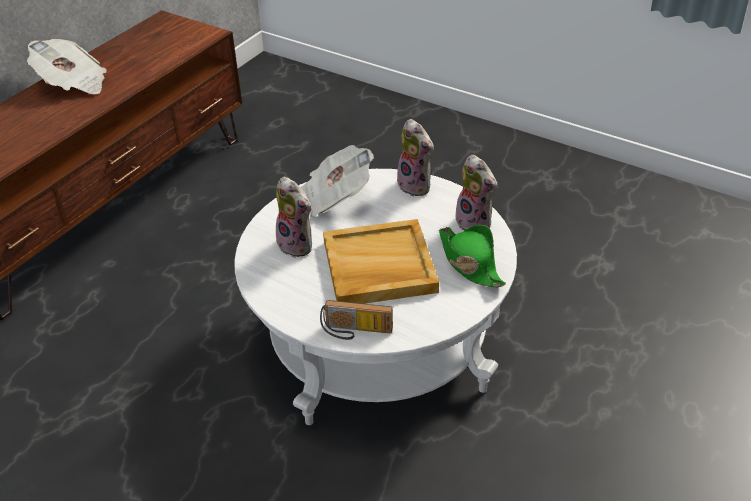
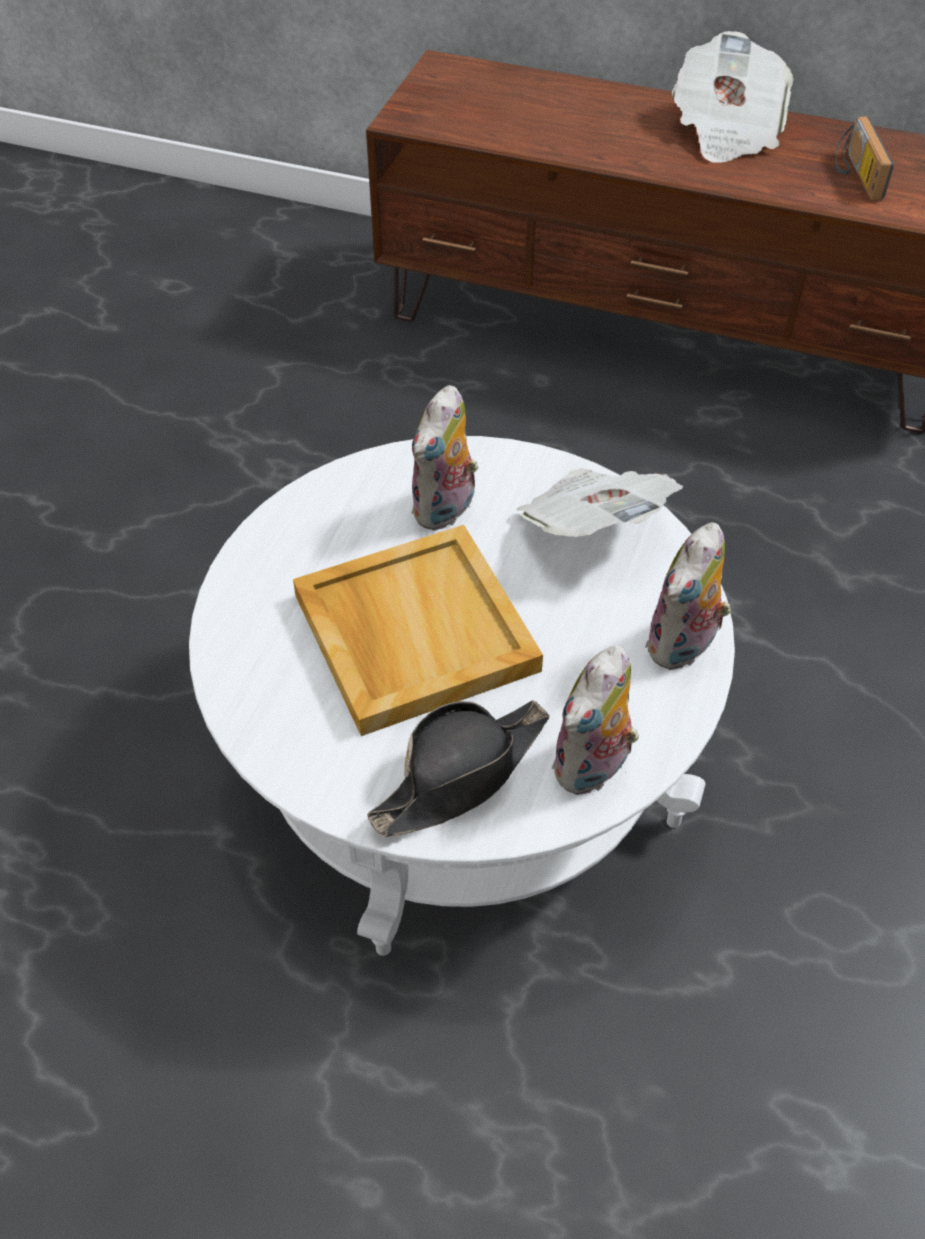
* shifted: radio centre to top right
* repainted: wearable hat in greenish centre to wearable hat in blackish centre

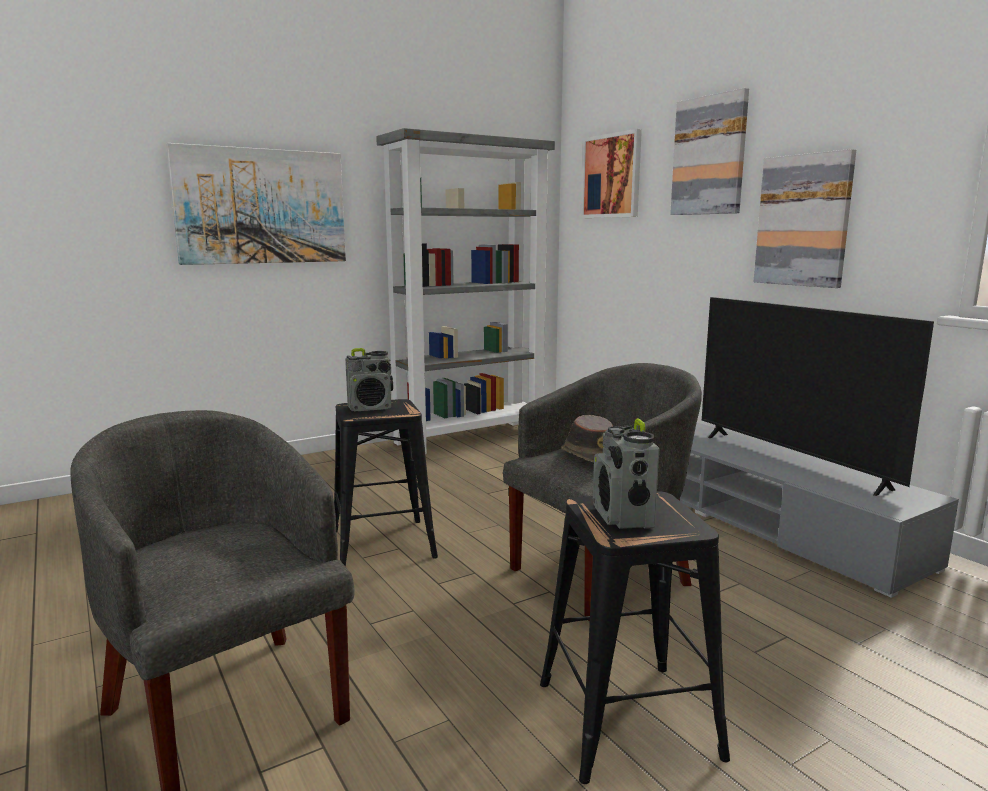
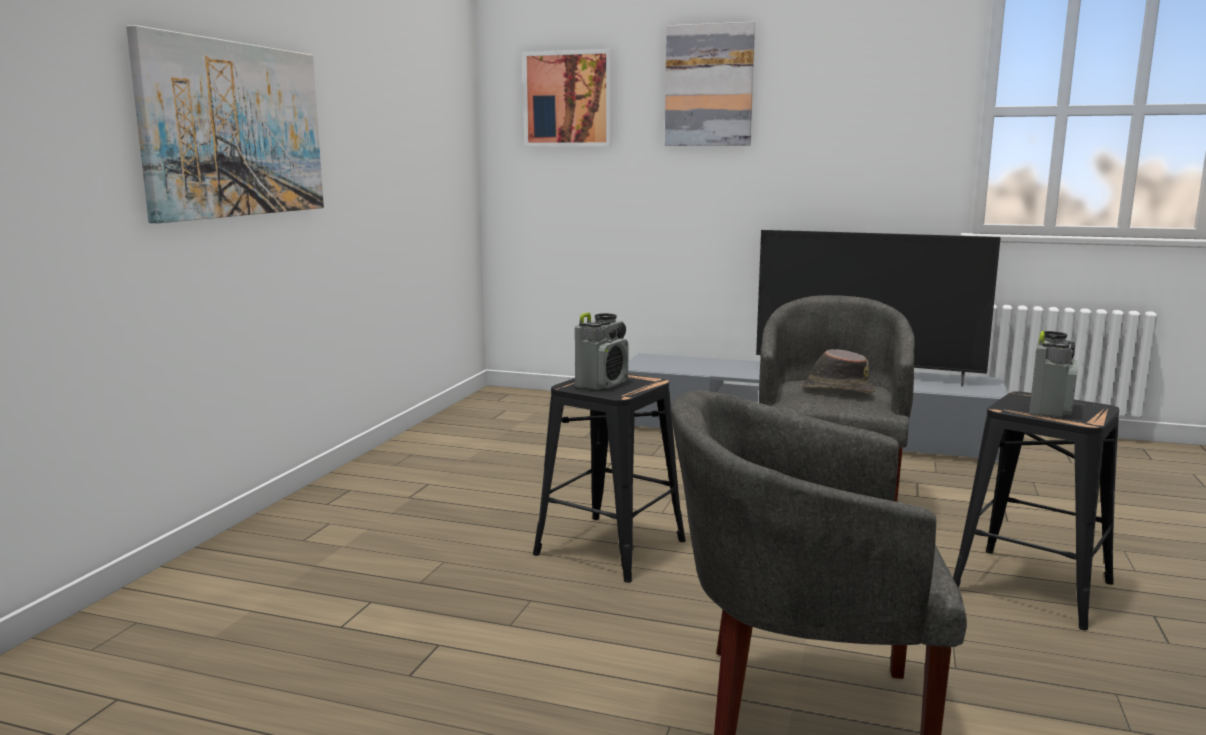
* gone: bookshelf in gray centre
* gone: wall art (no. 4 from left) top right
* rotated: radio (no. 2 from left) centre = middle right 105 degrees counterclockwise

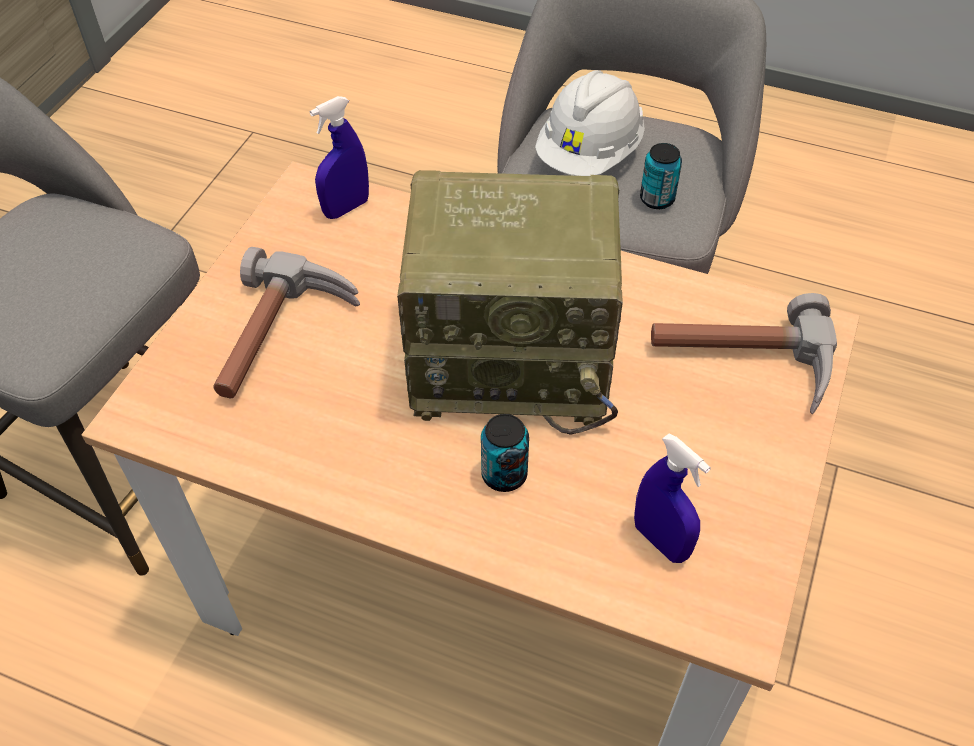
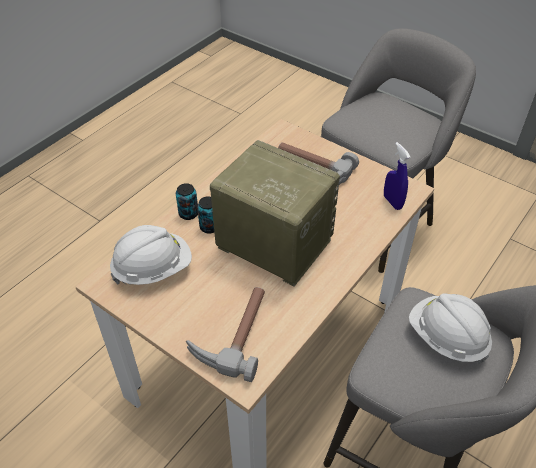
* shifted: sealed can (no. 2 from left in the first image) top right to sealed can (no. 1 from left) centre
* swapped: spray bottle in blue (no. 2 from left) bottom right to work helmet in white-coloured (no. 1 from left) middle left
* rotated: radio centre = centre 105 degrees clockwise

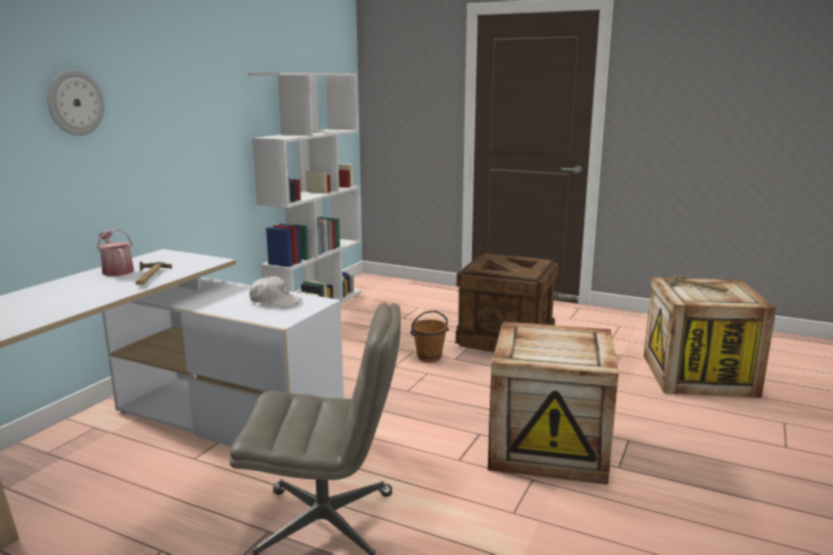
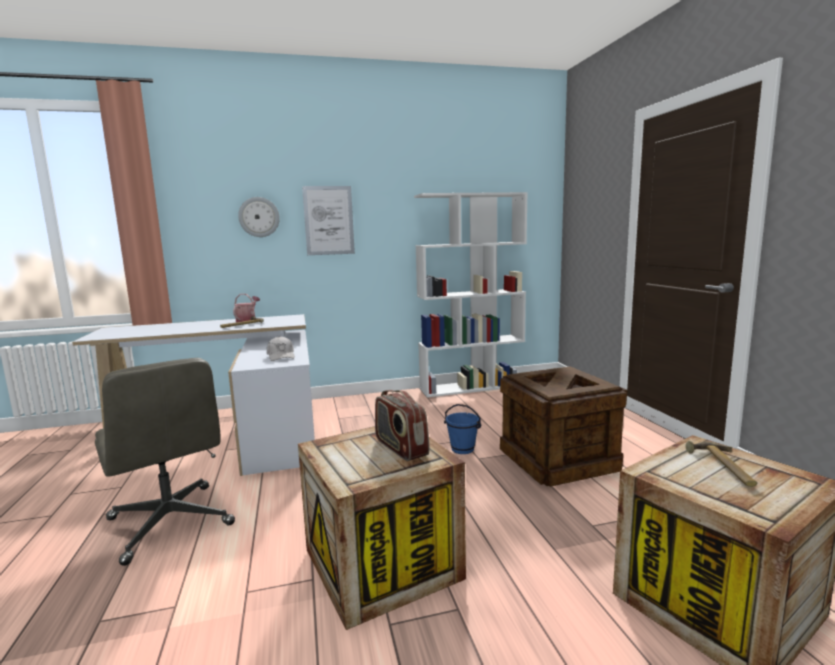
* new: wall art top centre
* new: radio centre
* repainted: bucket in brown centre to bucket in blue centre

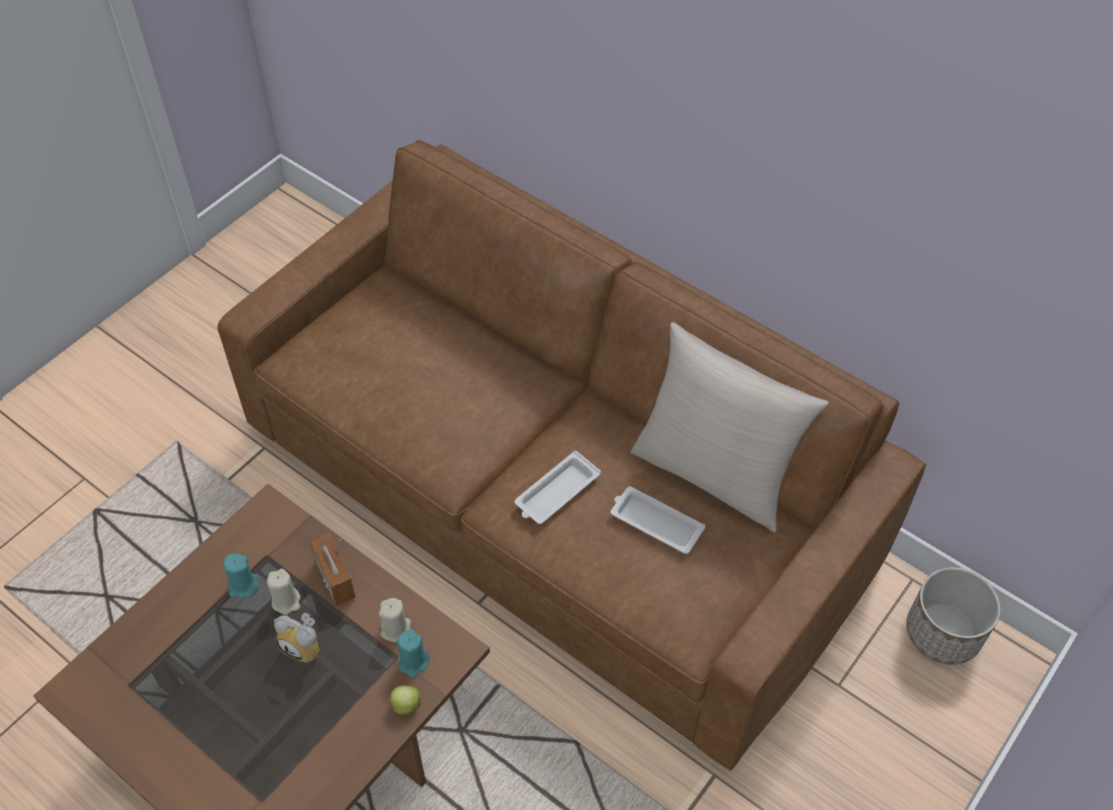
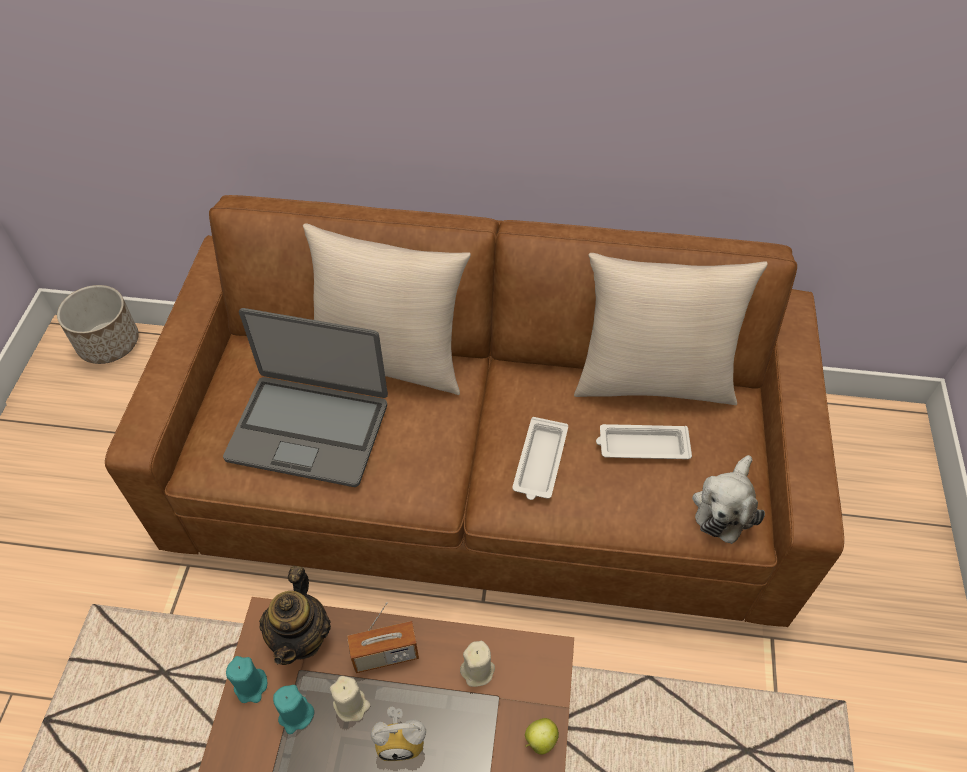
* new: laptop middle left
* new: pot for tea bottom left
* new: cushion in sand-coloured (no. 1 from left) centre
* new: cuddly toy middle right
* shifted: wax candle in blue-green (no. 2 from left in the first image) bottom centre to wax candle in blue-green (no. 1 from left) bottom left
* shifted: planter bottom right to middle left
* rotated: radio bottom left = bottom centre 45 degrees counterclockwise

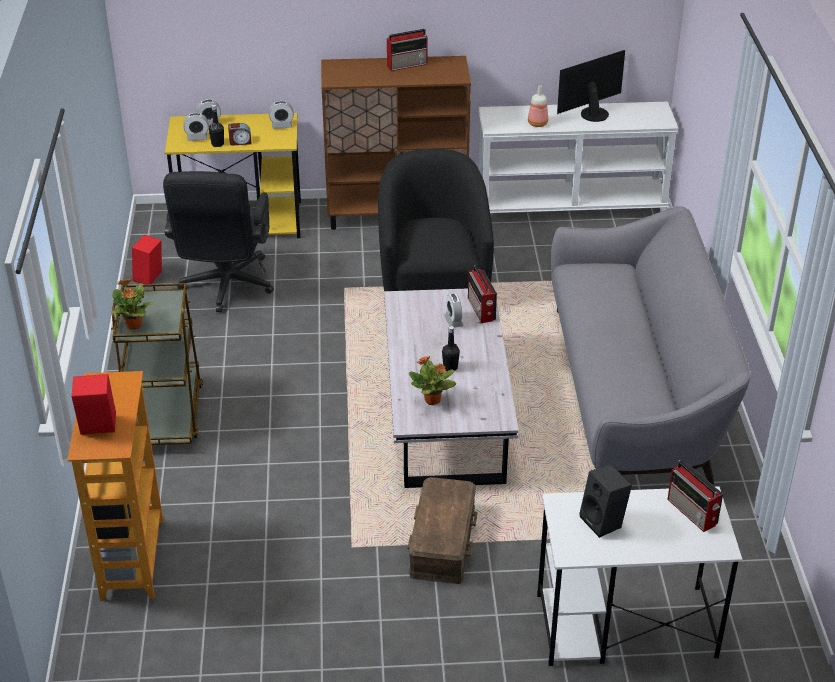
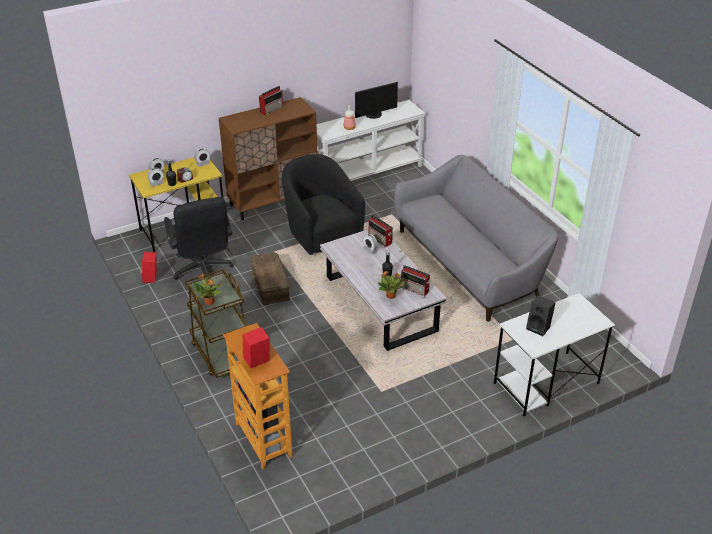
* shifted: storage box in brown bottom centre to centre
* shifted: radio (no. 3 from left) bottom right to centre
* rotated: monitor top right = top centre 150 degrees counterclockwise

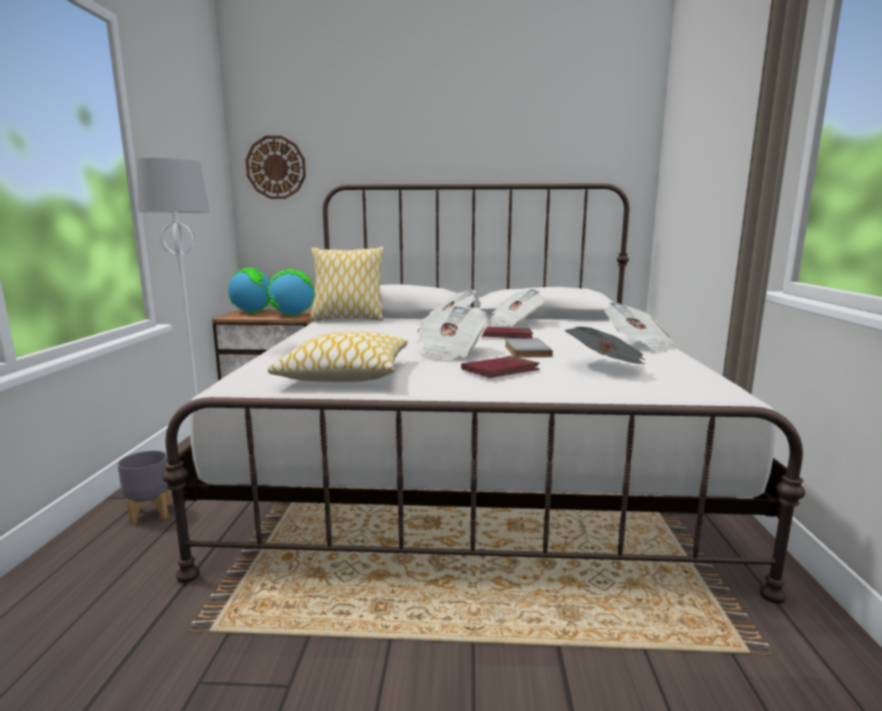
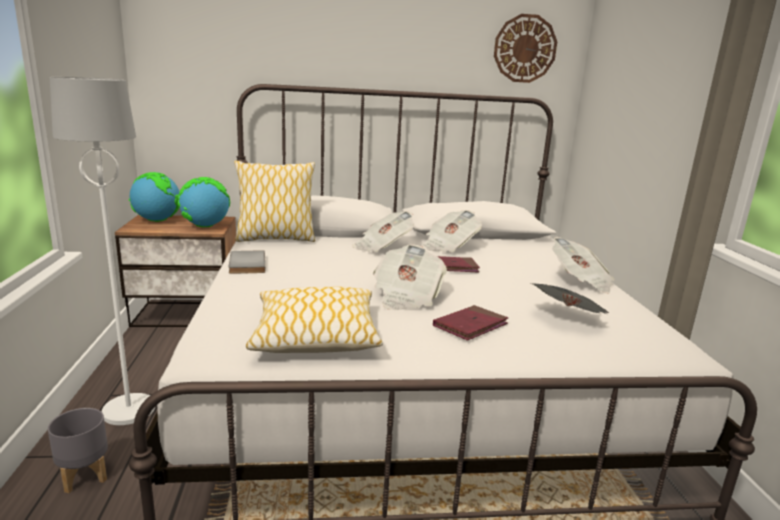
* shifted: wall clock top left to top right
* shifted: bound book in gray centre to middle left

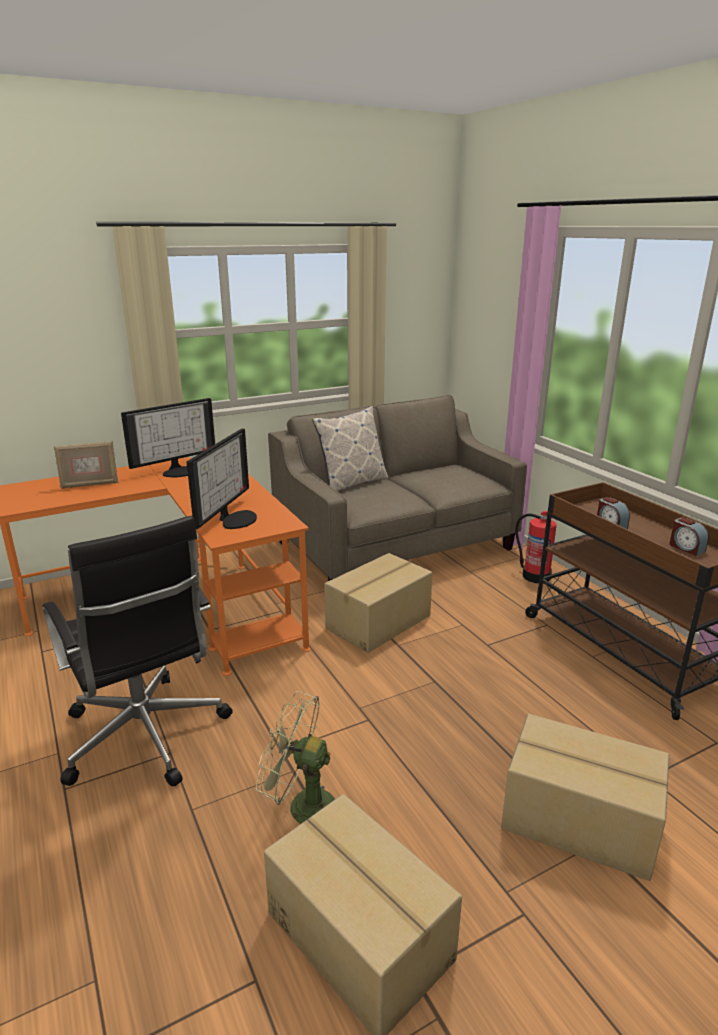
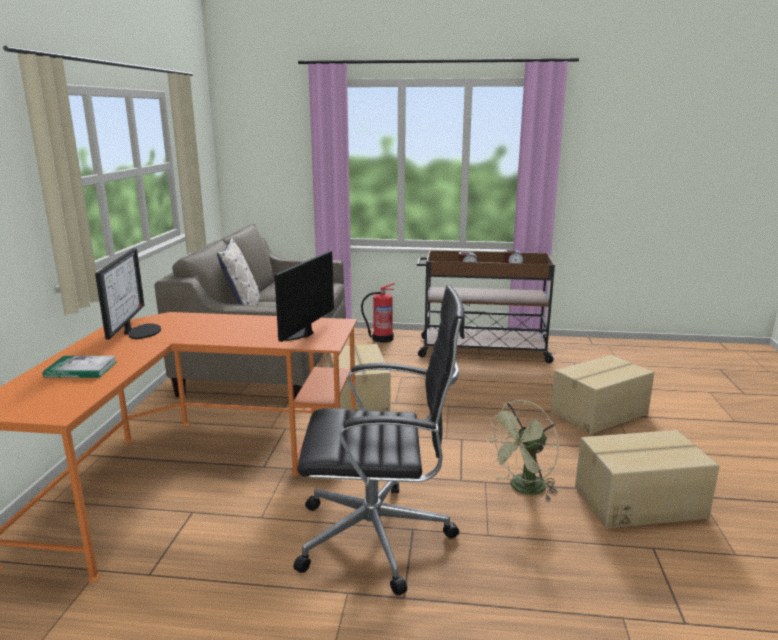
* swapped: standing frame middle left to bound book middle left
* rotated: monitor (no. 2 from left) middle left = centre 120 degrees counterclockwise

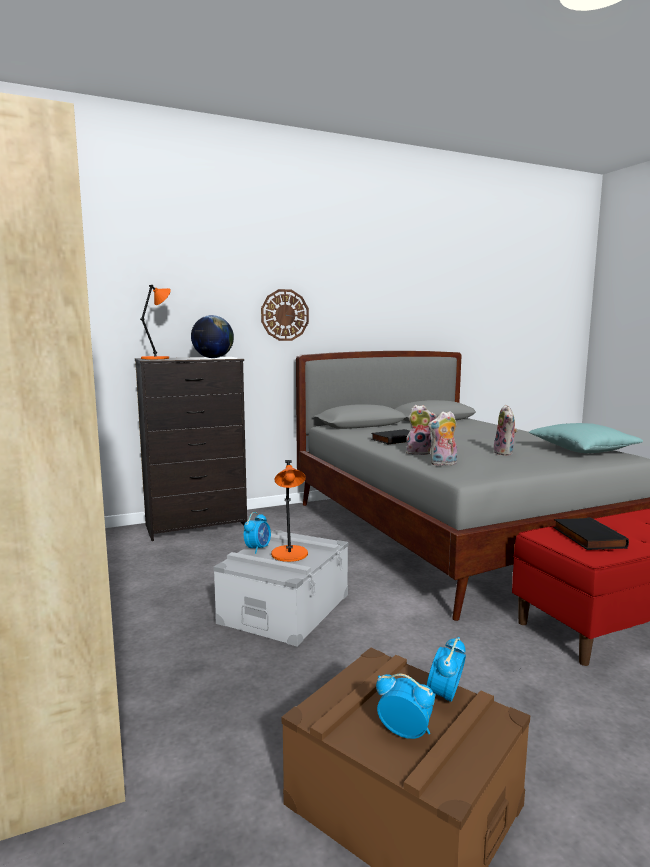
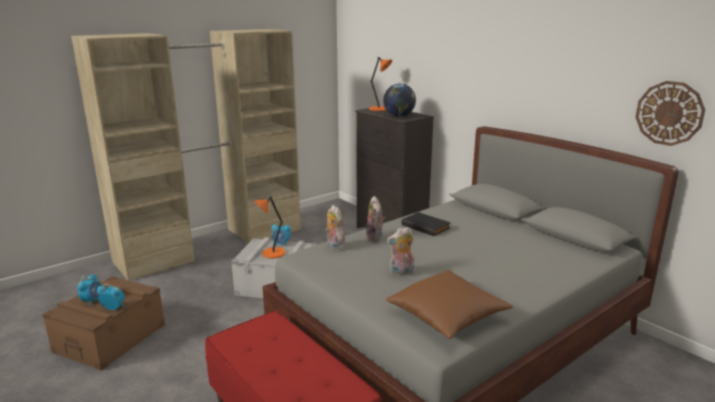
* gone: bound book in blackish (no. 2 from left) middle right
* shifted: wall clock centre to top right
* repainted: cushion in blue-green middle right to cushion in brown bottom centre

